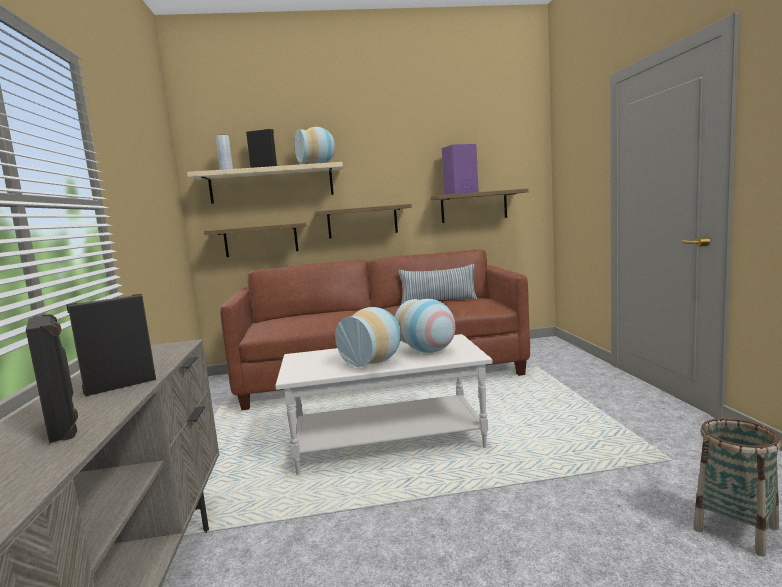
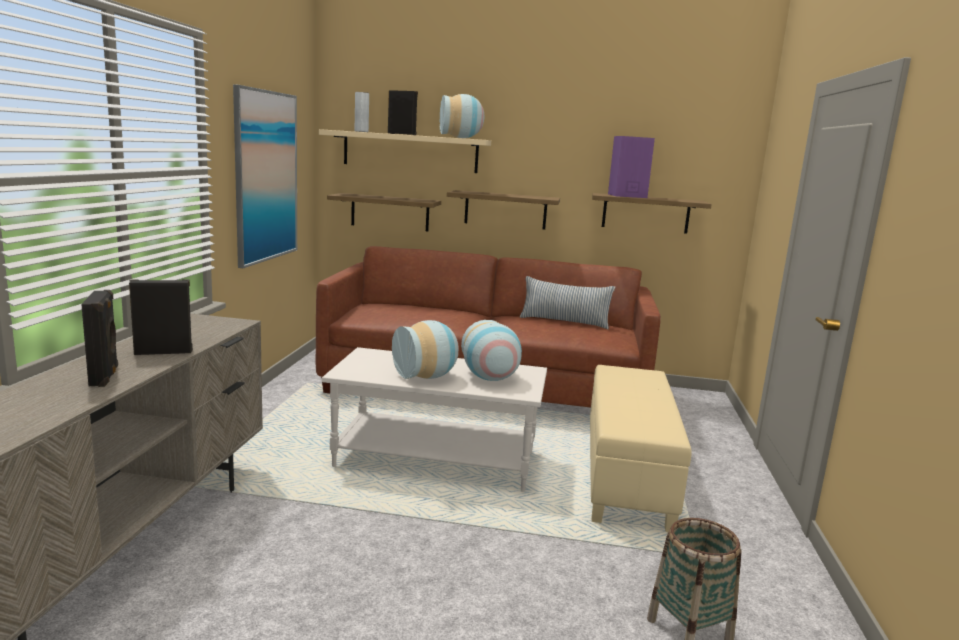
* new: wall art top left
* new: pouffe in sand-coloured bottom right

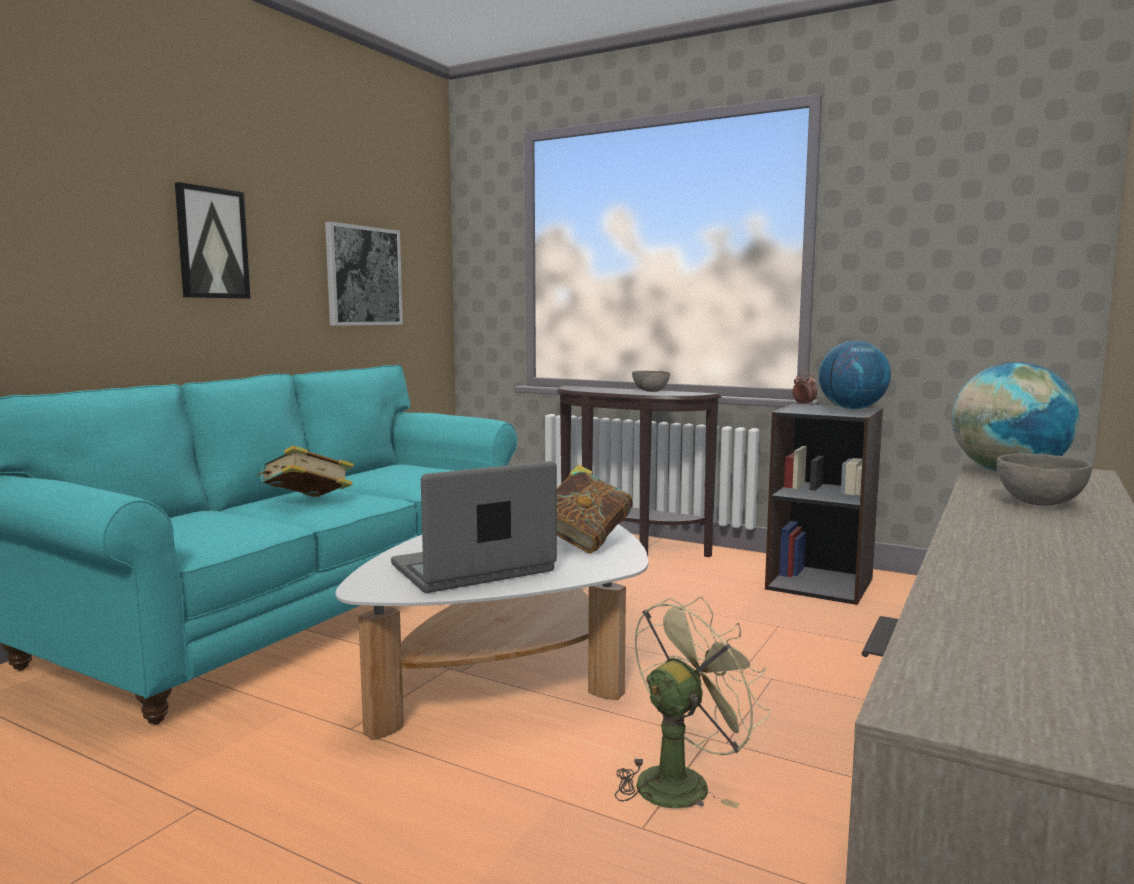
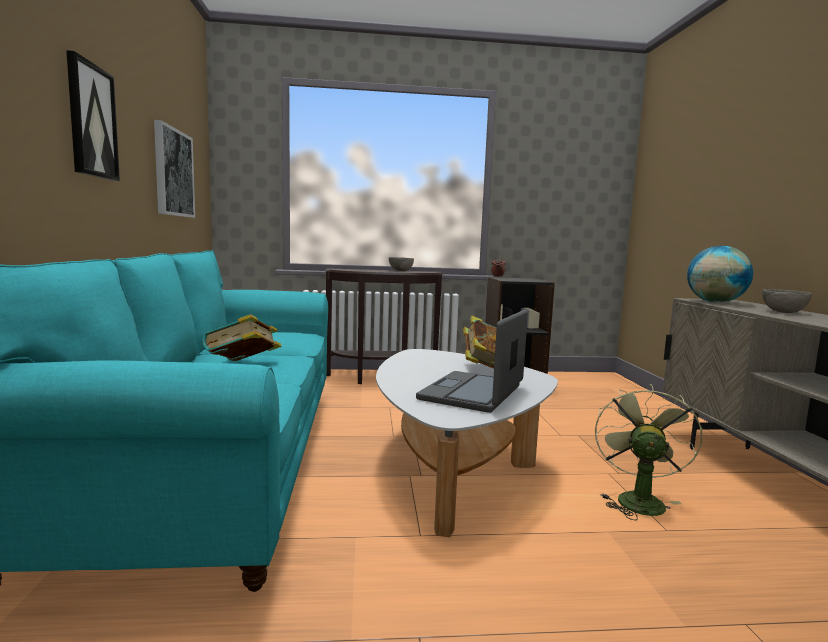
* gone: world globe (no. 1 from left) middle right

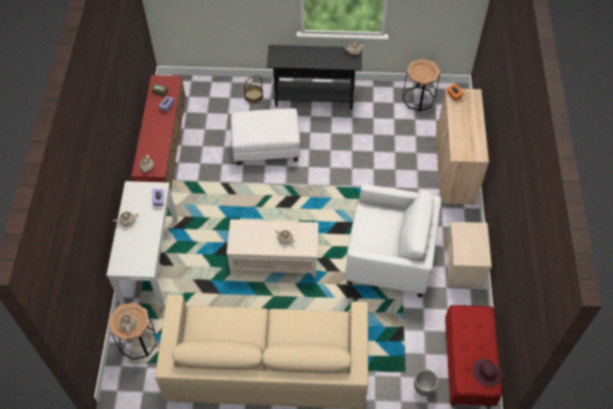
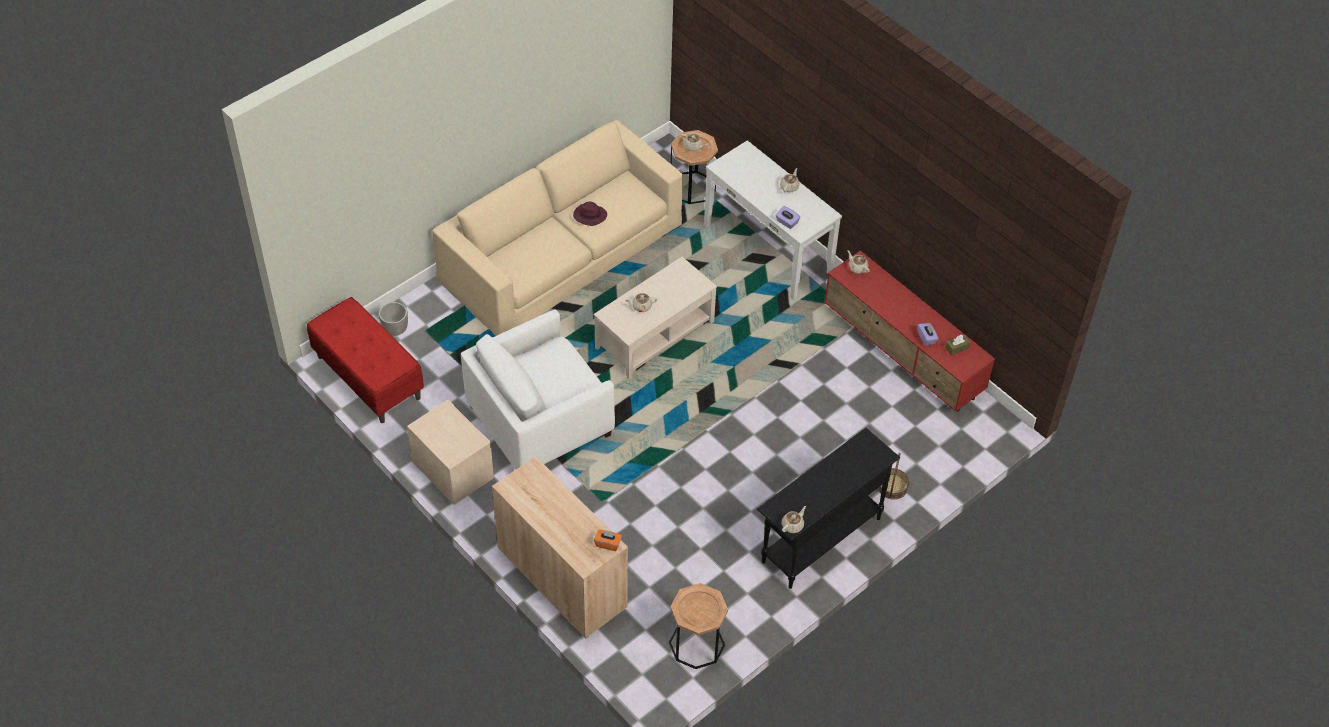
* gone: pouffe in white-coloured centre
* shifted: wearable hat in purple bottom right to top centre

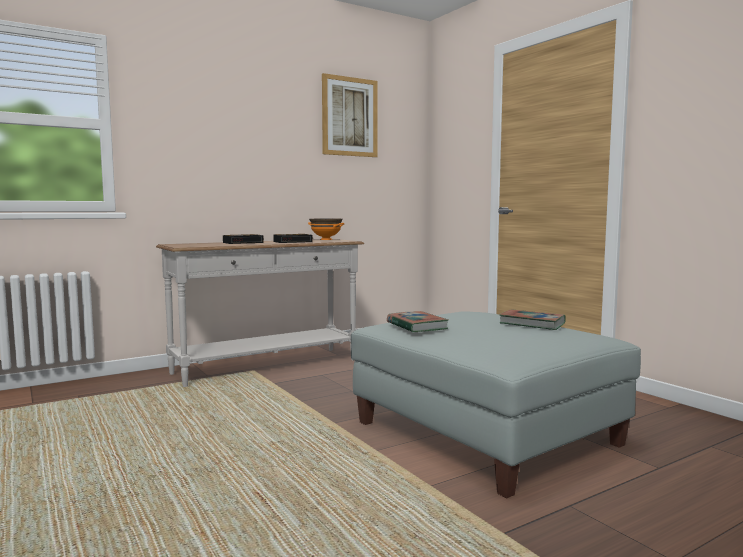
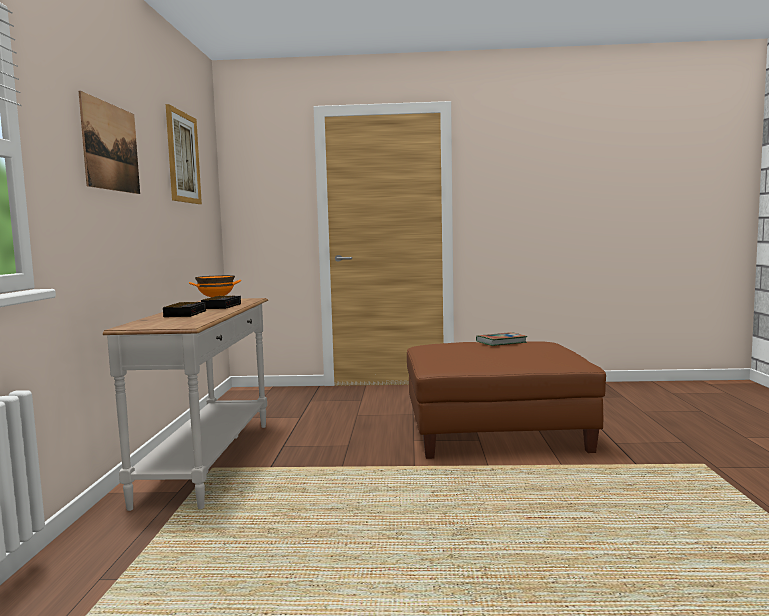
* gone: bound book (no. 1 from left) centre
* new: wall art (no. 1 from left) top left
* repainted: pouffe in gray bottom right to pouffe in brown centre

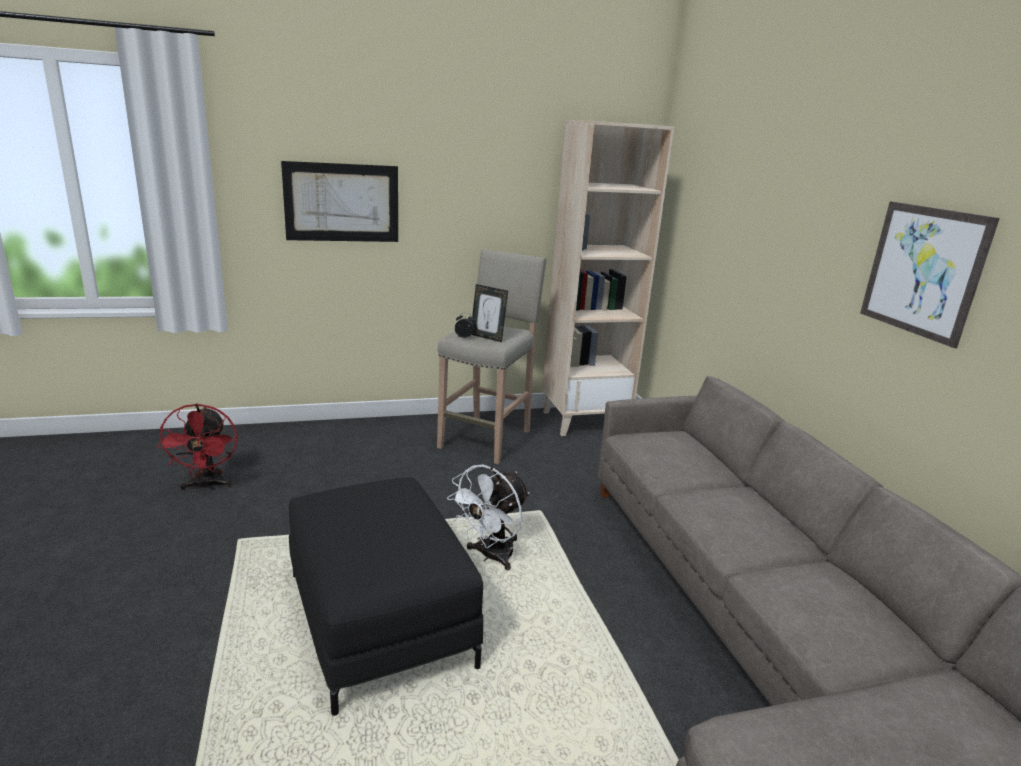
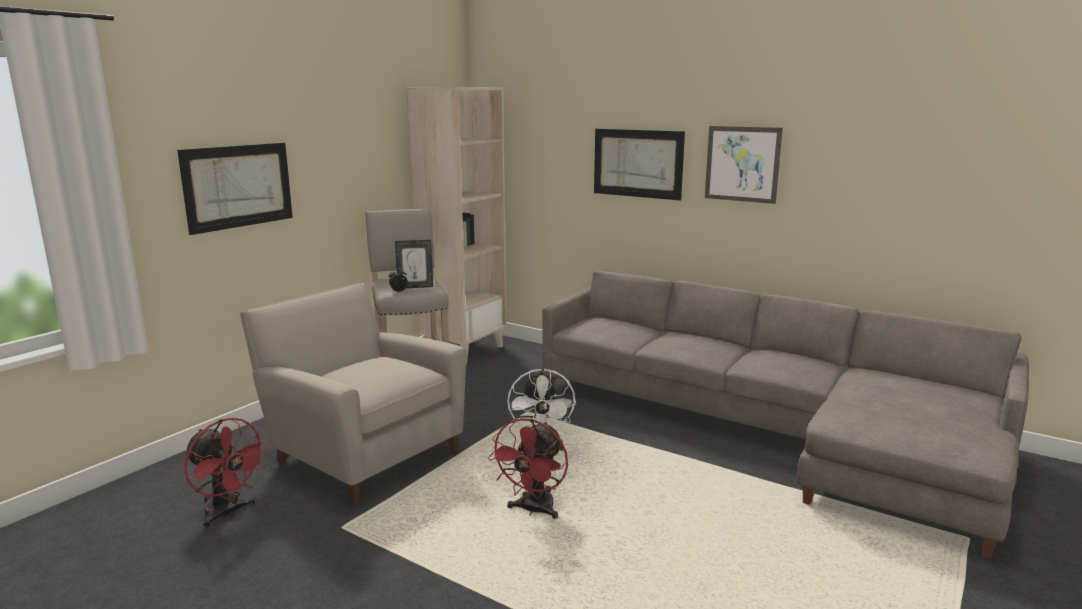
* new: easy chair in sand-coloured middle left
* new: wall art (no. 2 from left) top centre
* swapped: pouffe in blackish bottom centre to fan in reddish (no. 2 from left) bottom centre

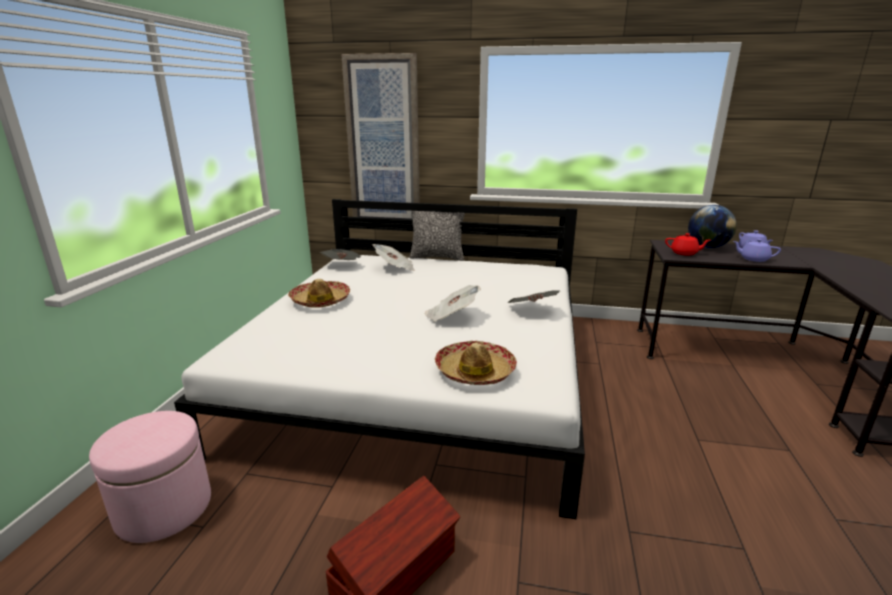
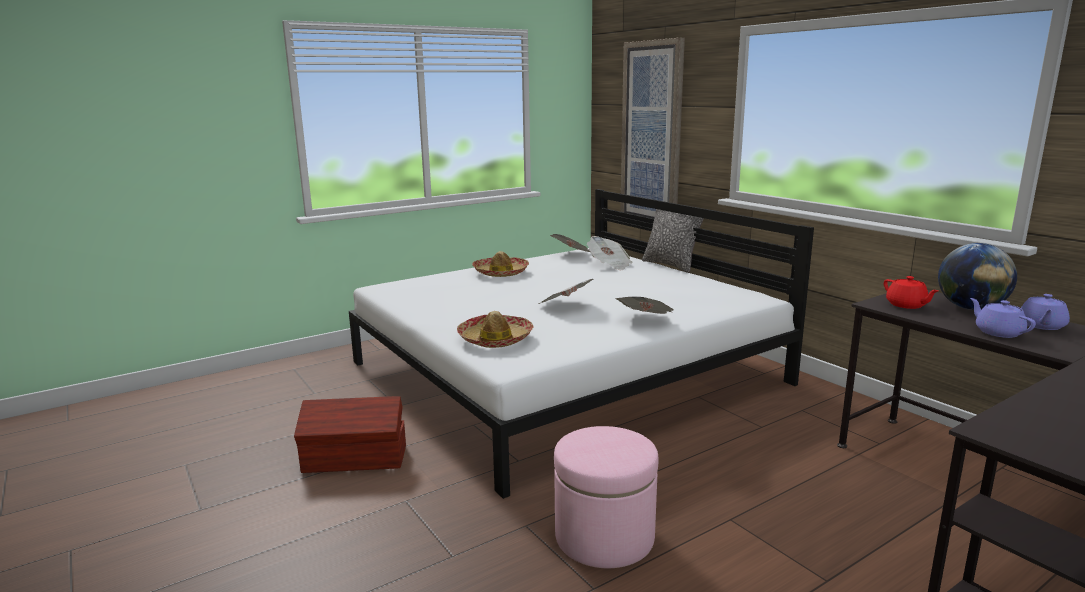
* shifted: pouffe in pinkish bottom left to bottom centre

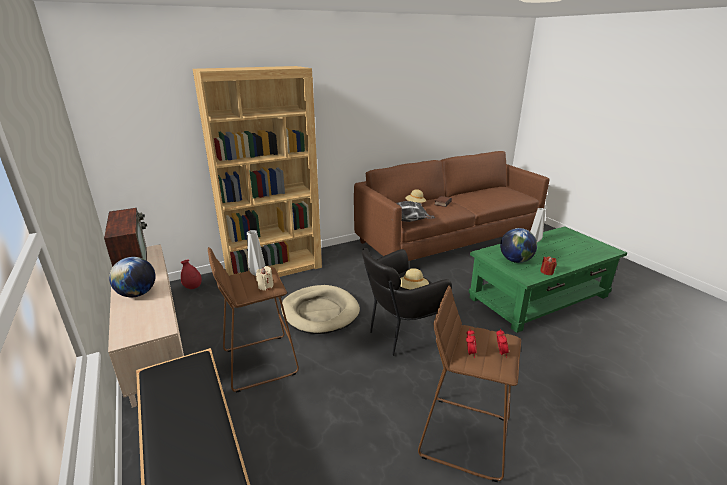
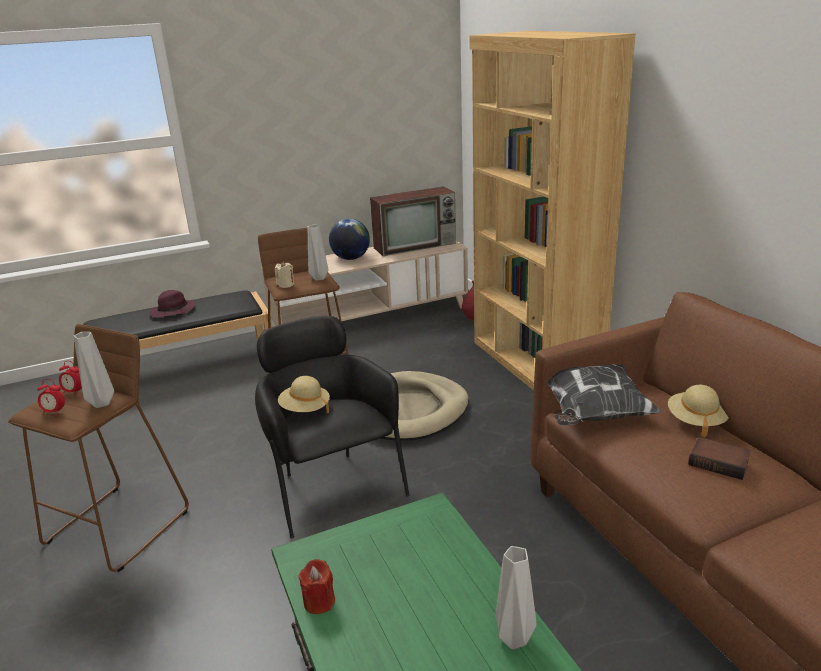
* gone: world globe (no. 2 from left) middle right
* new: flower vase in gray (no. 1 from left) middle left
* new: wearable hat in purple middle left

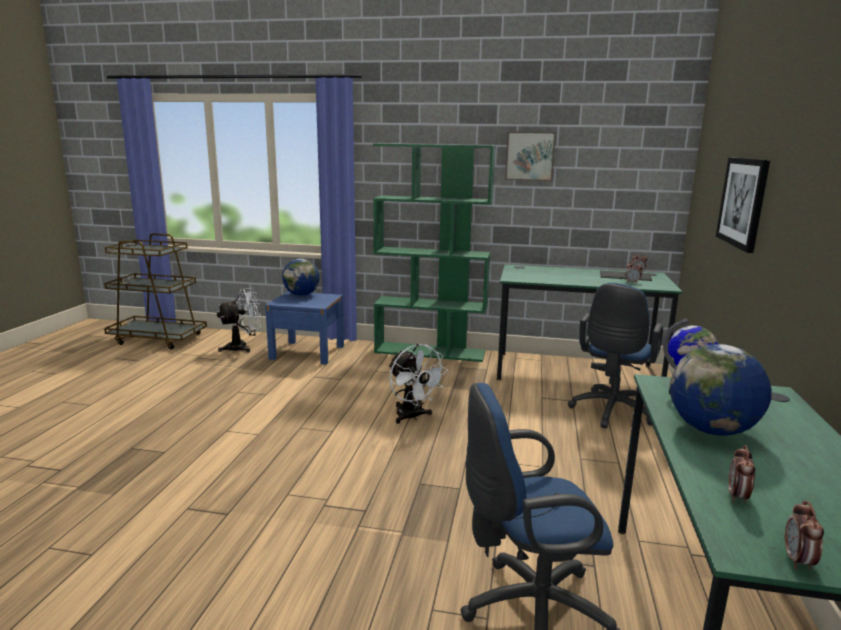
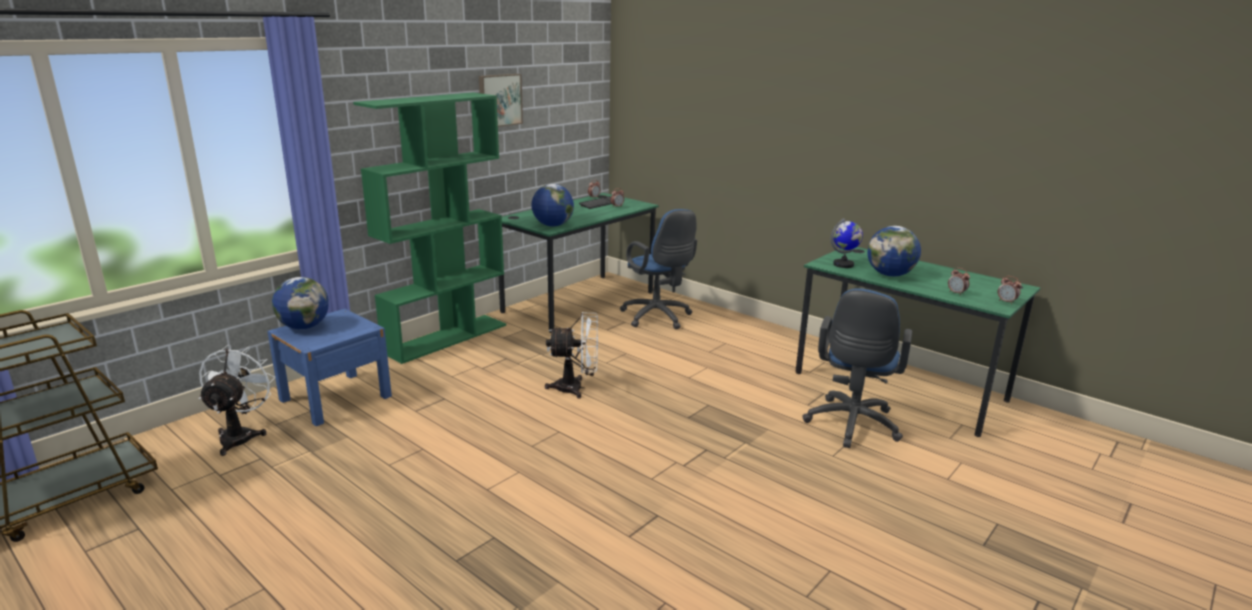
* gone: wall art (no. 2 from left) top right
* new: world globe (no. 2 from left) centre

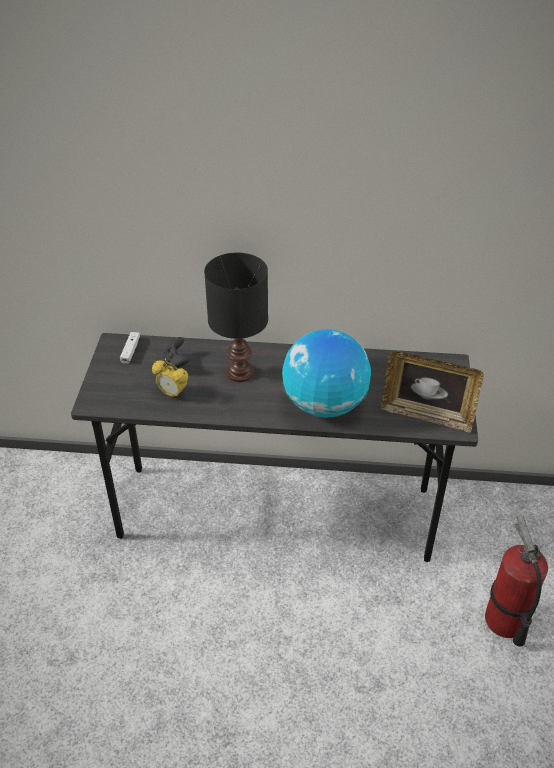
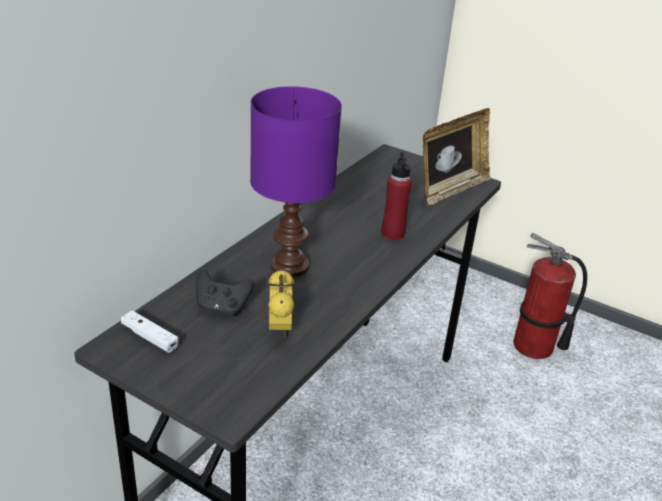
* swapped: world globe centre to beverage bottle in reddish centre
* repainted: lamp for a table in blackish centre to lamp for a table in purple centre
* rotated: table clock middle left = centre 60 degrees counterclockwise

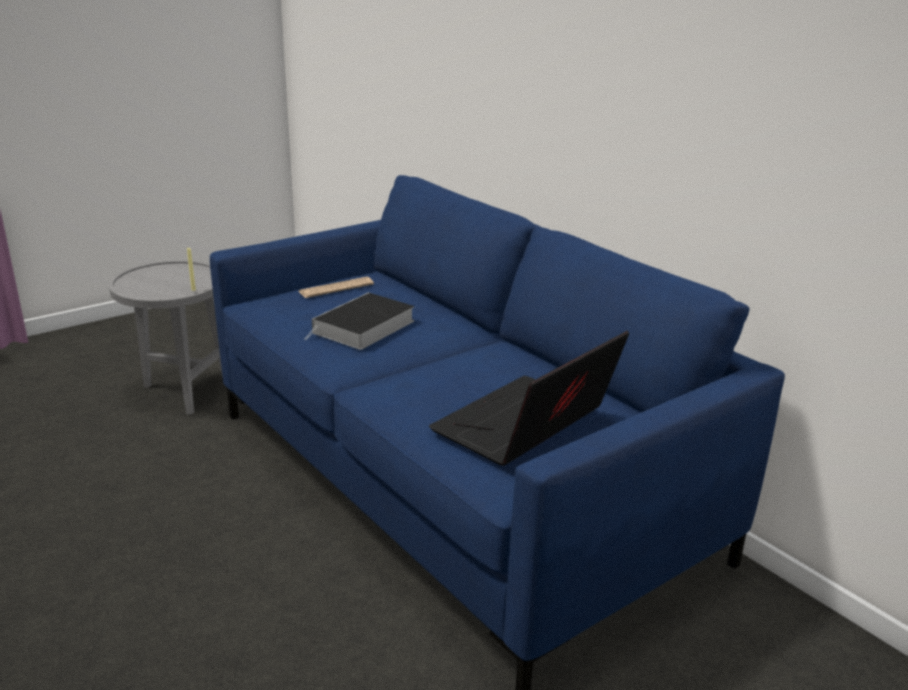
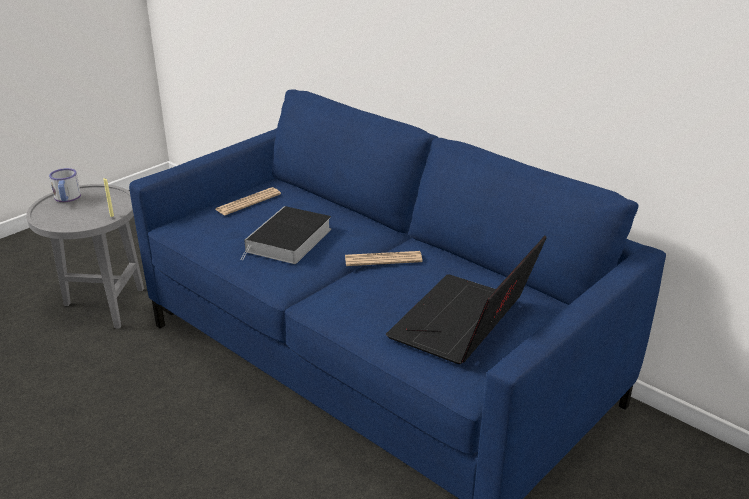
* new: coffee mug middle left
* new: newspaper (no. 2 from left) centre

